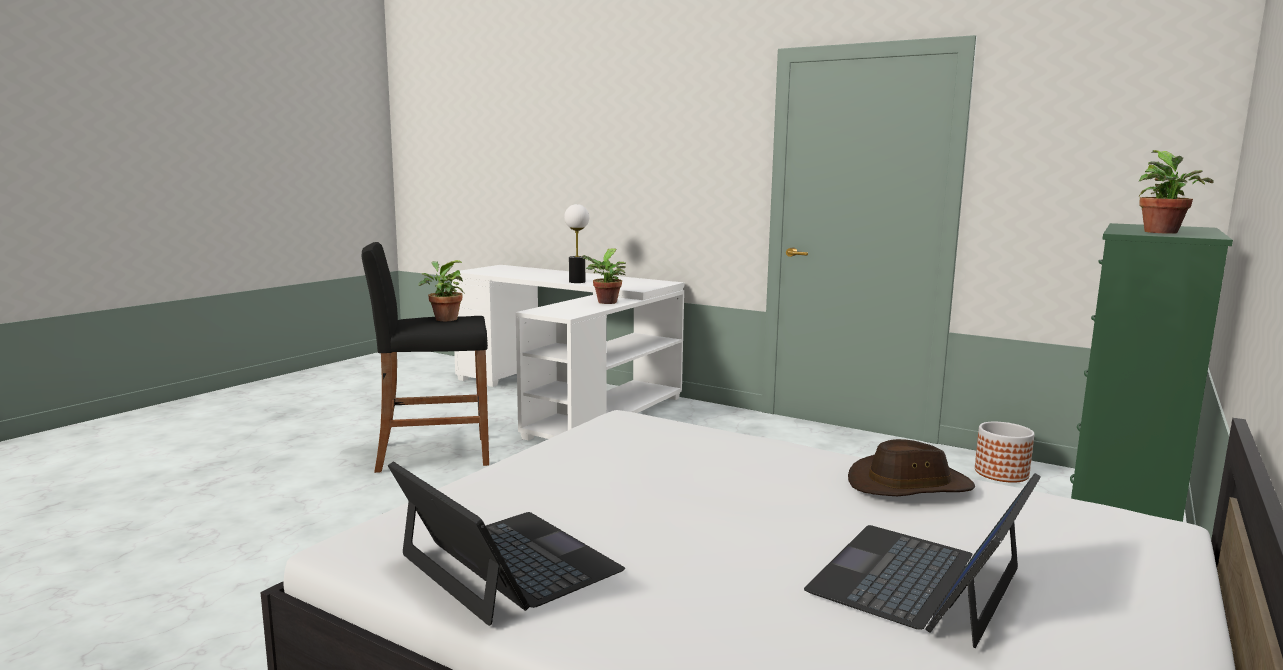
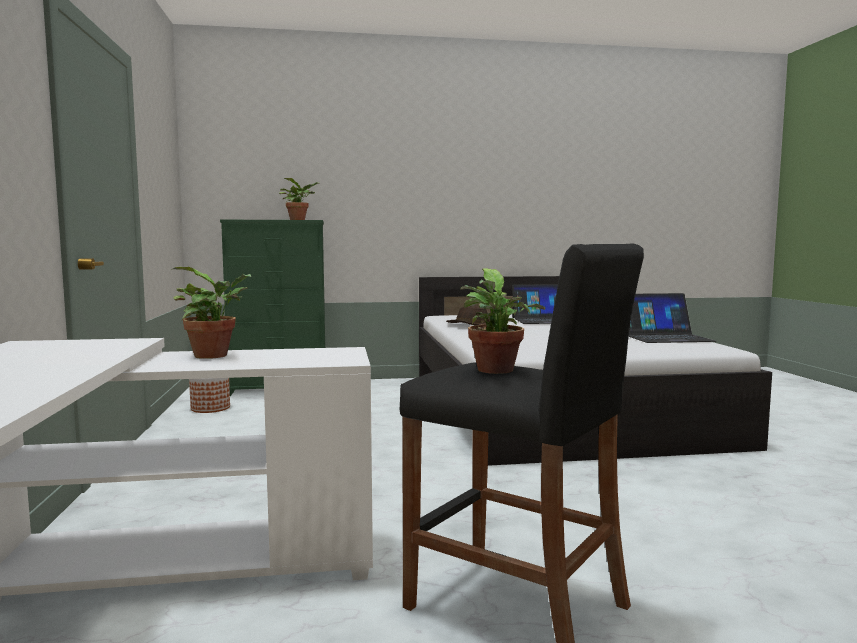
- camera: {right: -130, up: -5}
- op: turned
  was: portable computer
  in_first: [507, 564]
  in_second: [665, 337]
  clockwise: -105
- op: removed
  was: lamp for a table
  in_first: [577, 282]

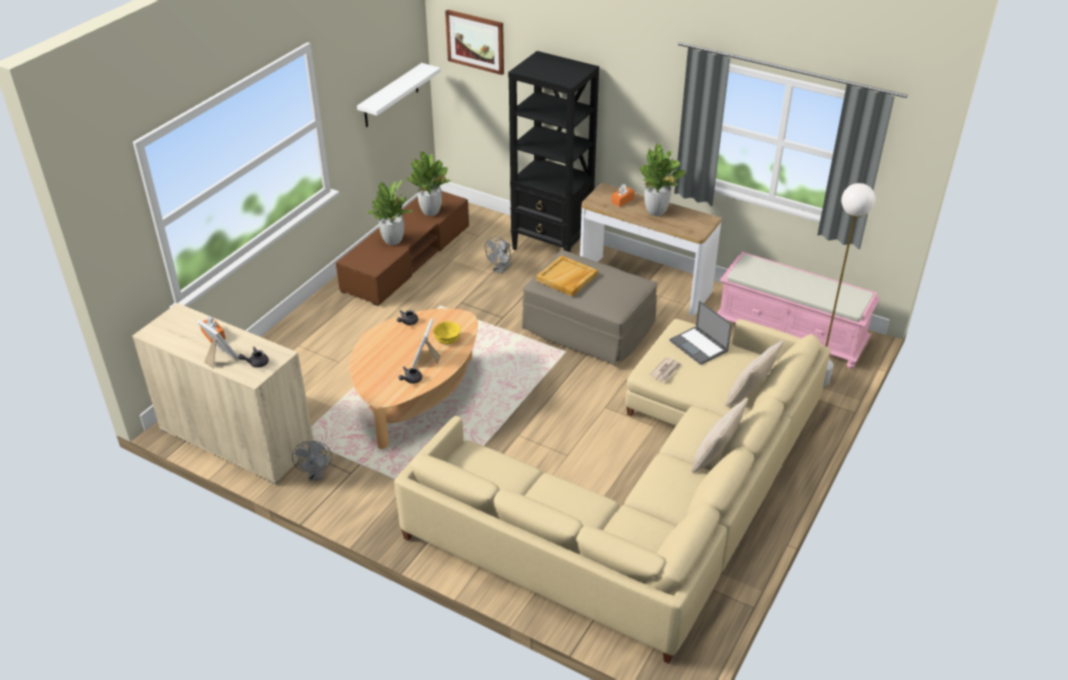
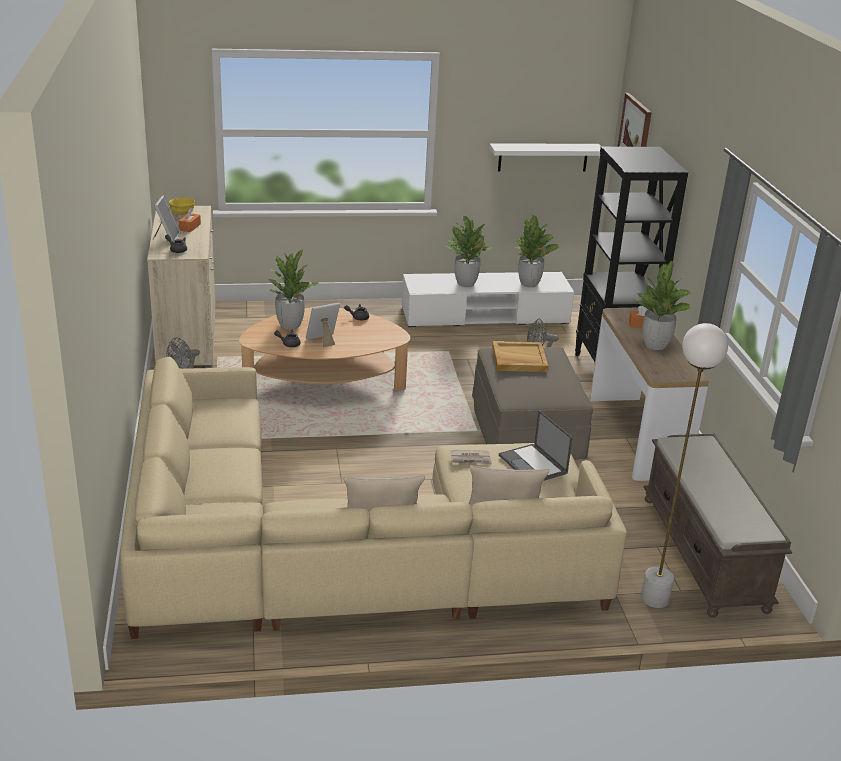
- camera: {right: 50, up: -10}
- op: moved
  was: yellowish deep dish
  in_first: [448, 340]
  in_second: [182, 213]
- op: added
  now: houseplant
  in_second: [290, 325]
- op: recoloured
  was: brownish tv stand
  now: white tv stand
  in_first: [407, 258]
  in_second: [485, 315]
- op: turned
  was: portable computer
  in_first: [699, 346]
  in_second: [533, 464]
  clockwise: -45
- op: recoloured
  was: pinkish indoor bench
  now: brownish indoor bench
  in_first: [791, 333]
  in_second: [705, 553]

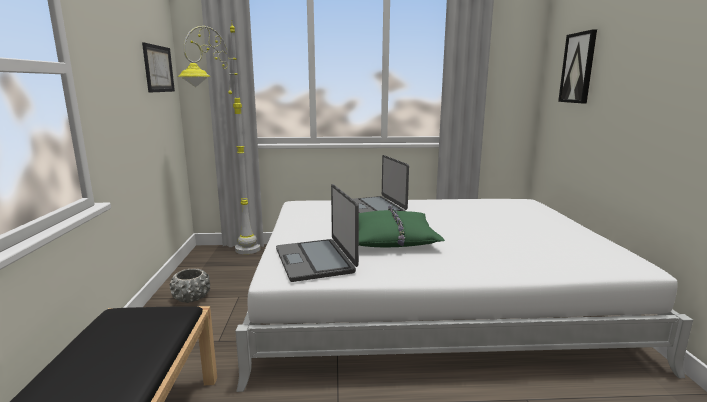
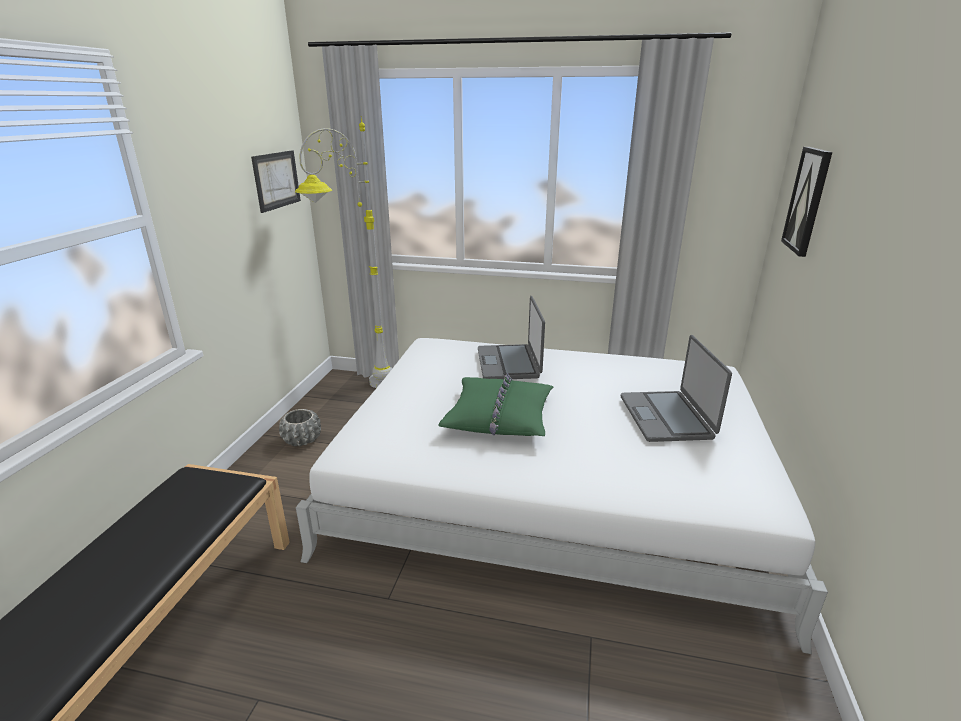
- camera: {right: 15, up: 10}
- op: moved
  was: portable computer
  in_first: [316, 260]
  in_second: [667, 417]

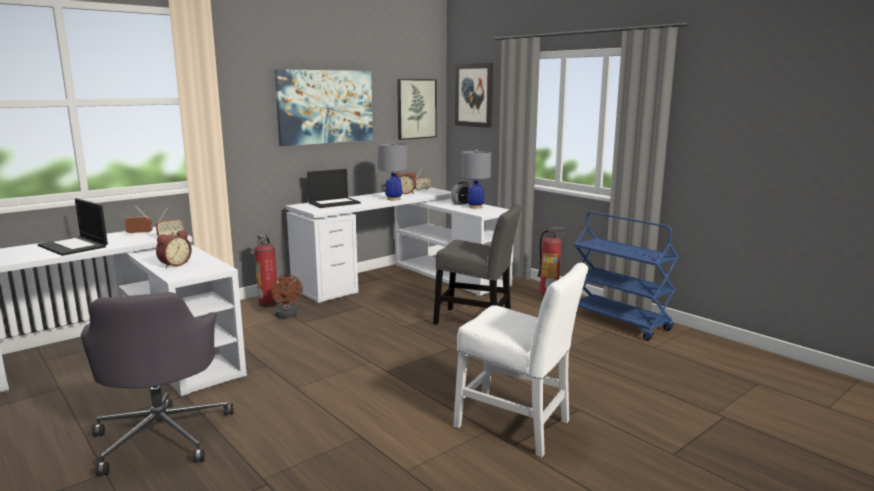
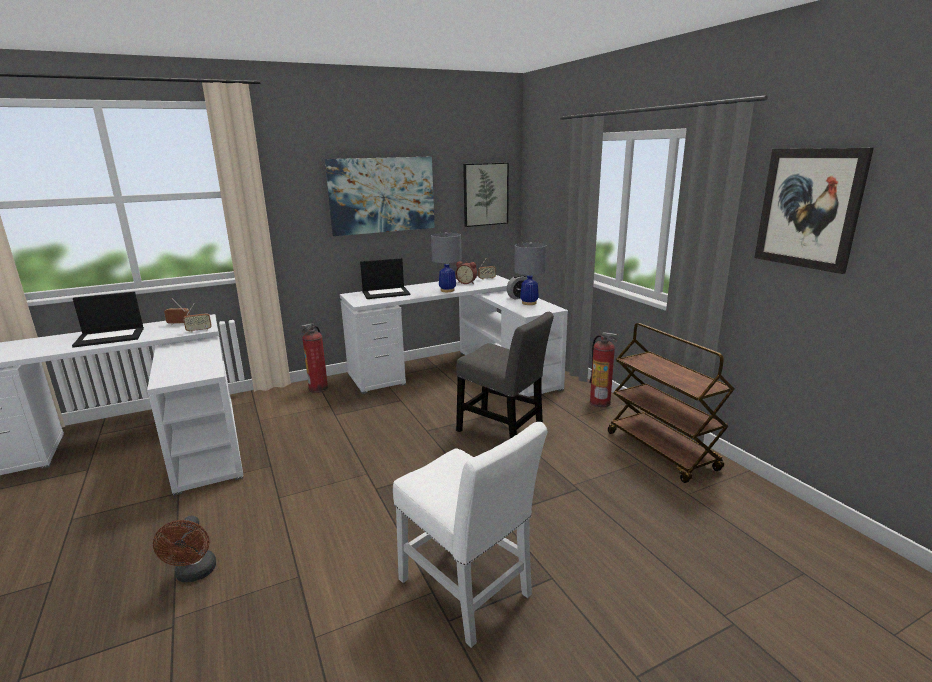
- camera: {right: 15, up: 5}
- op: turned
  was: portable computer
  in_first: [74, 246]
  in_second: [111, 337]
  clockwise: -75
- op: moved
  was: brownish cooling fan
  in_first: [287, 315]
  in_second: [194, 574]
- op: recoloured
  was: blue-coloured trolley
  now: brownish trolley
  in_first: [619, 322]
  in_second: [662, 451]
- op: moved
  was: picture
  in_first: [474, 95]
  in_second: [809, 208]
- op: removed
  was: greyish computer chair
  in_first: [163, 435]
- op: removed
  was: table clock
  in_first: [174, 264]

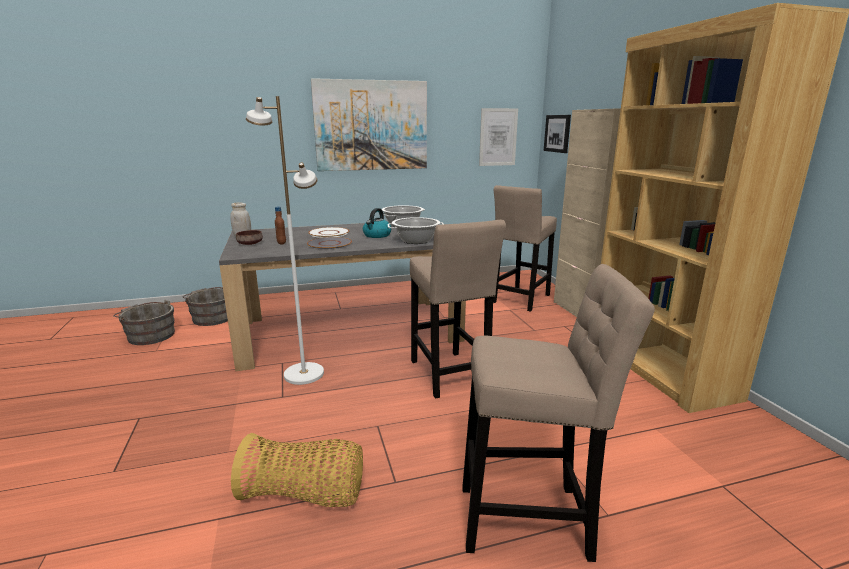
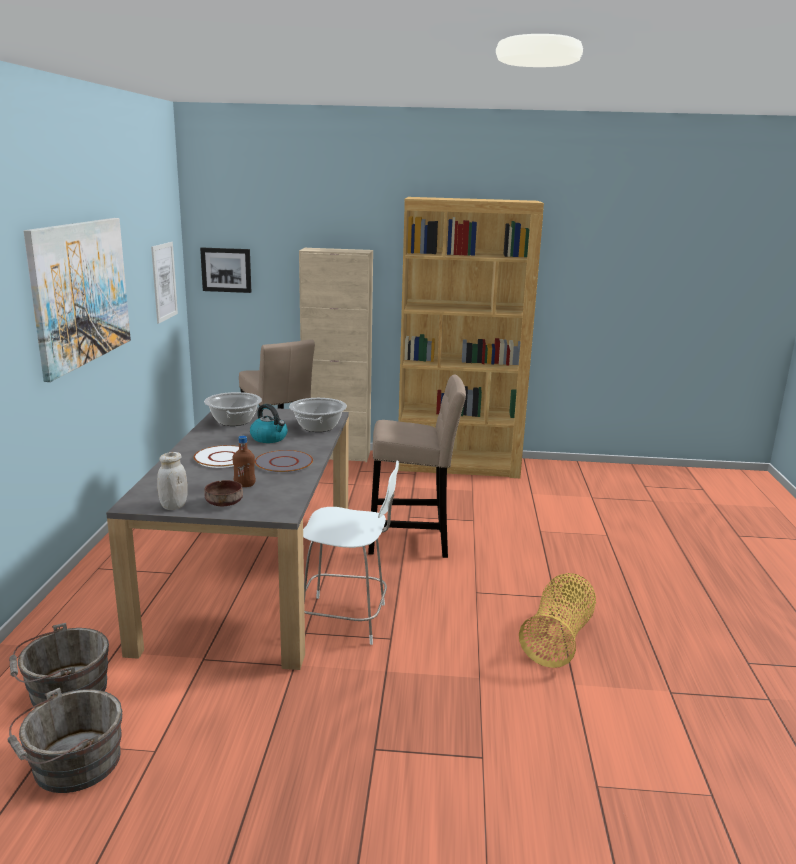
- camera: {right: -70, up: 0}
- op: replaced
  was: white standard lamp
  now: white upright chair
  in_first: [303, 374]
  in_second: [347, 620]
- op: removed
  was: sand-coloured sitting stool
  in_first: [532, 520]

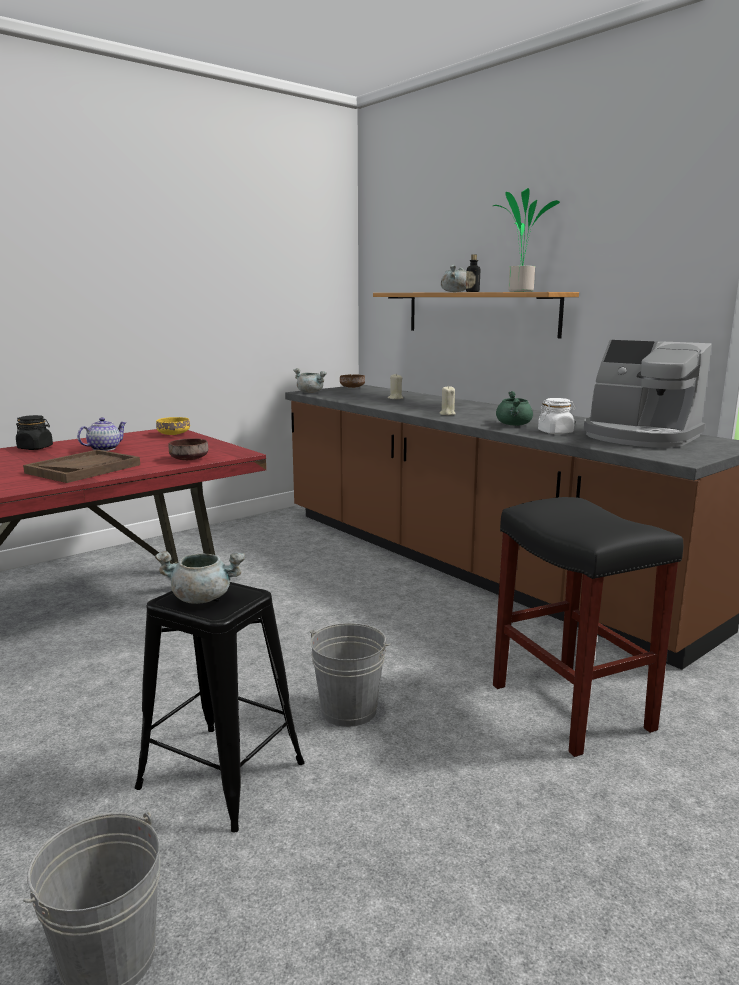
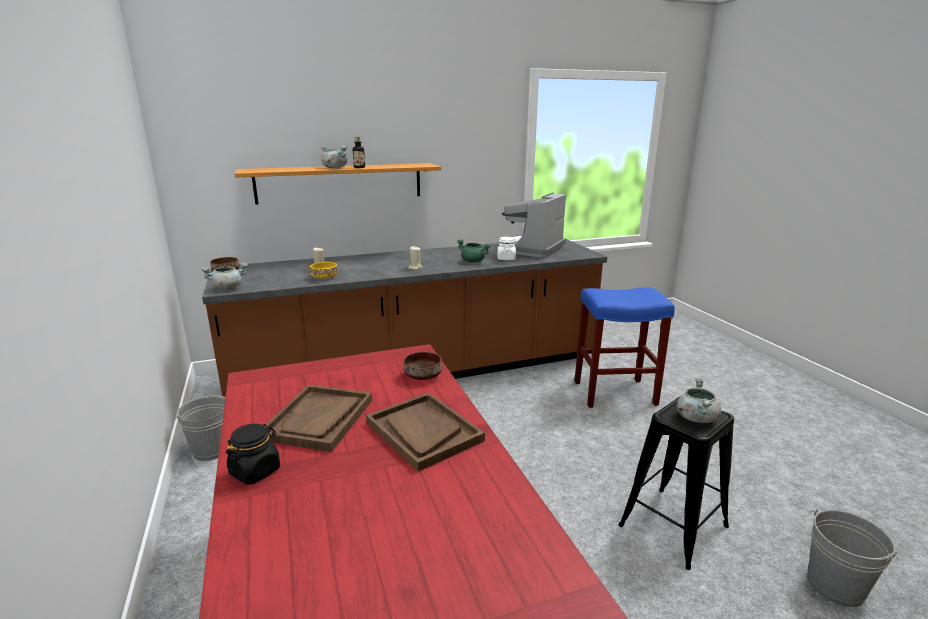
- camera: {right: -70, up: 5}
- op: moved
  was: greyish pail
  in_first: [349, 710]
  in_second: [211, 450]
- op: replaced
  was: tea pot
  now: brownish tray
  in_first: [104, 448]
  in_second: [319, 419]
- op: moved
  was: yellowish deep dish
  in_first: [173, 434]
  in_second: [324, 277]
- op: turned
  was: coffee maker
  in_first: [639, 437]
  in_second: [531, 249]
  clockwise: 150
- op: recoloured
  was: black sitting stool
  now: blue-coloured sitting stool
  in_first: [573, 708]
  in_second: [615, 392]
- op: removed
  was: houseplant
  in_first: [519, 291]

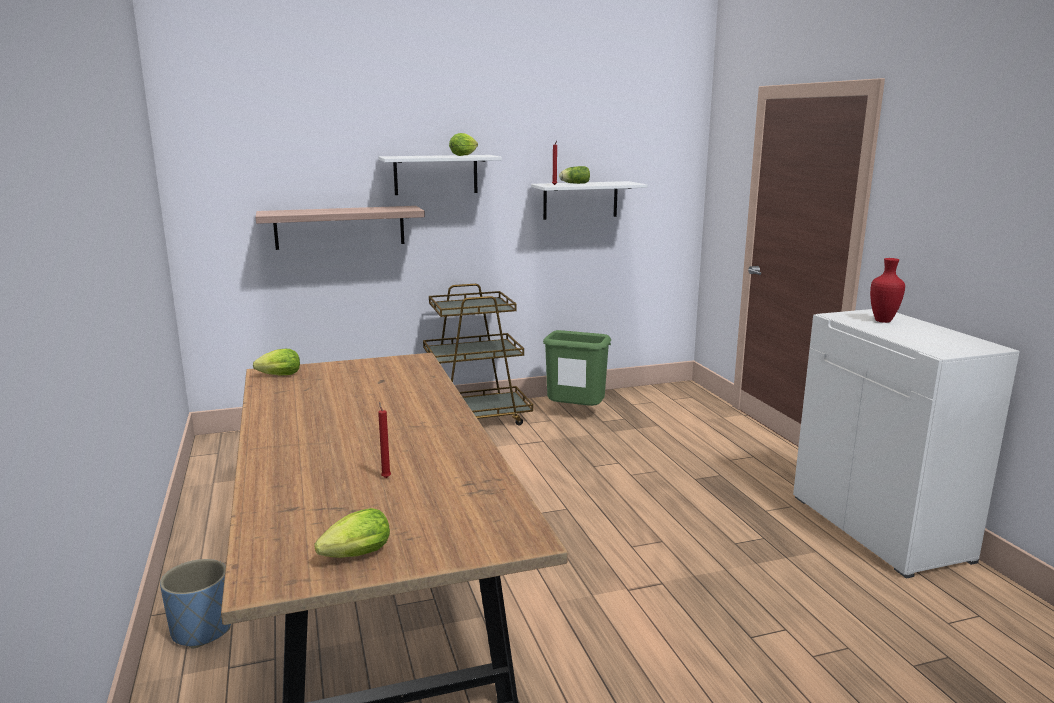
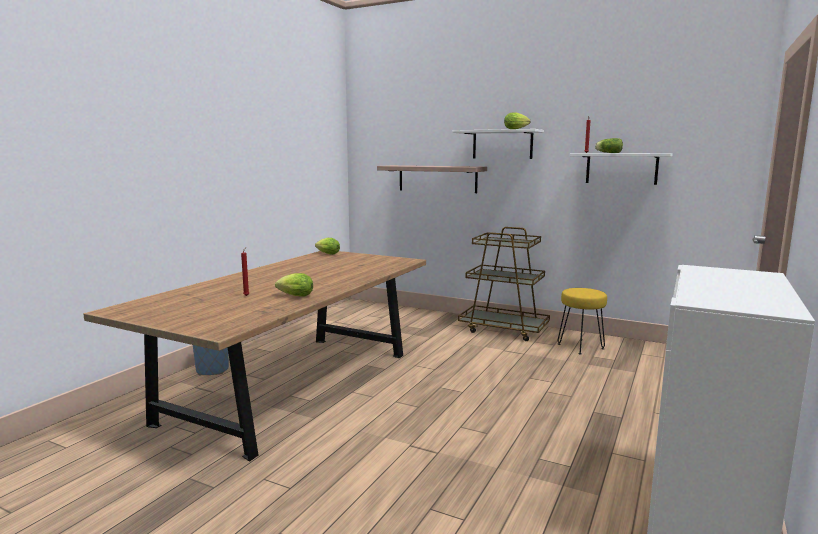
- camera: {right: 45, up: -5}
- op: moved
  was: lettuce
  in_first: [353, 557]
  in_second: [294, 296]
- op: replaced
  was: green-coloured waste bin
  now: yellowish sitting stool
  in_first: [575, 414]
  in_second: [580, 346]
- op: removed
  was: red decorative vase
  in_first: [884, 321]

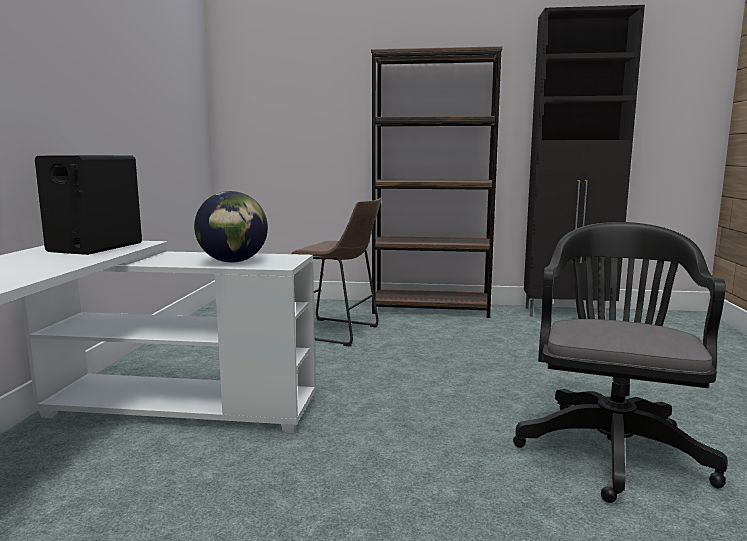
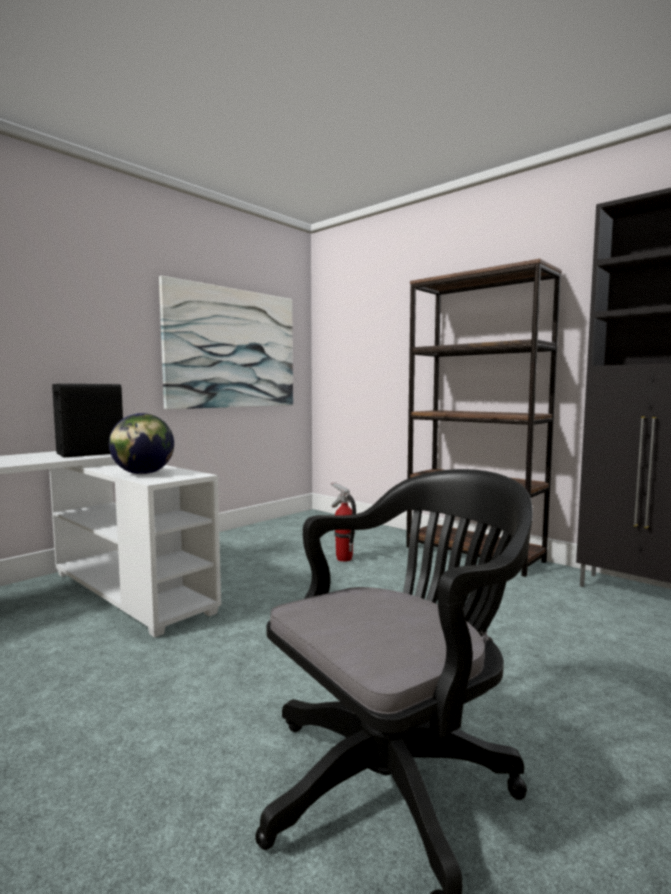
- camera: {right: 35, up: -5}
- op: added
  now: picture
  in_second: [232, 348]
- op: replaced
  was: brownish sitting stool
  now: extinguisher
  in_first: [338, 333]
  in_second: [343, 559]

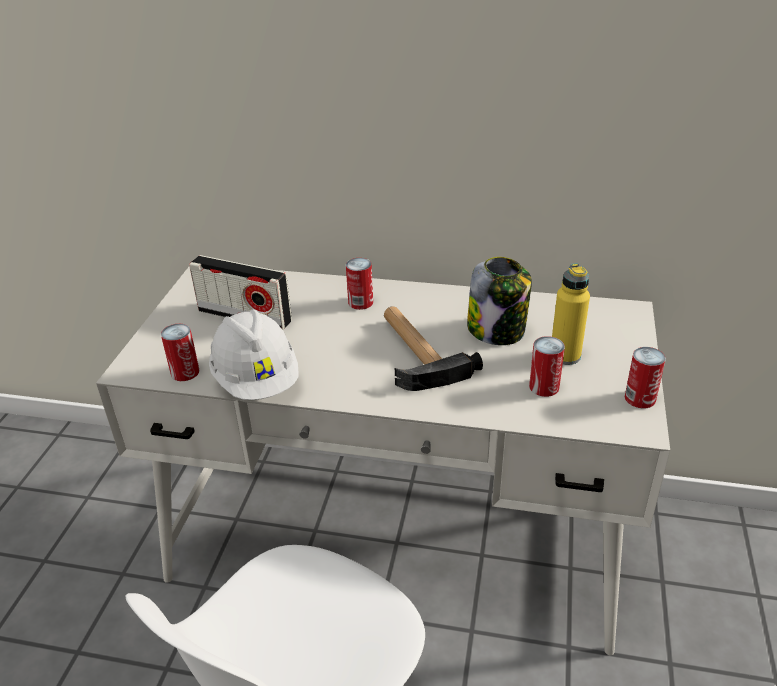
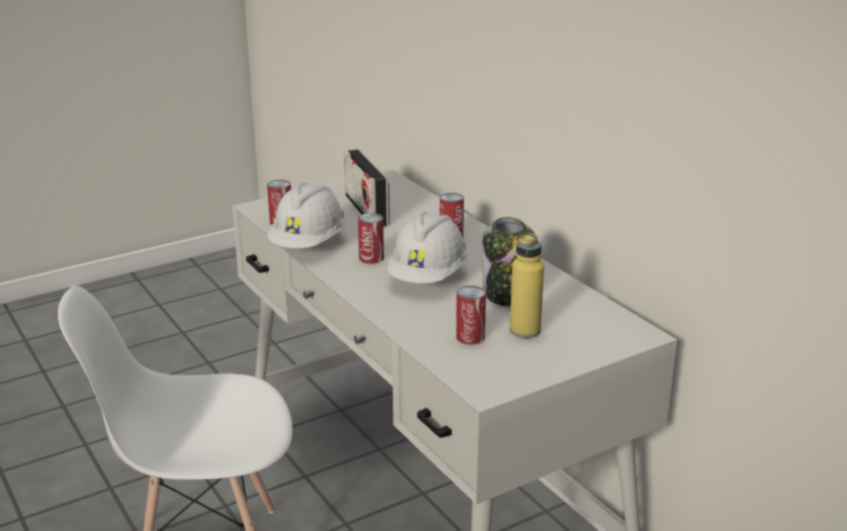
- camera: {right: 45, up: -10}
- op: moved
  was: can
  in_first: [640, 398]
  in_second: [371, 258]
- op: replaced
  was: hammer
  now: white hard hat
  in_first: [415, 352]
  in_second: [428, 277]

